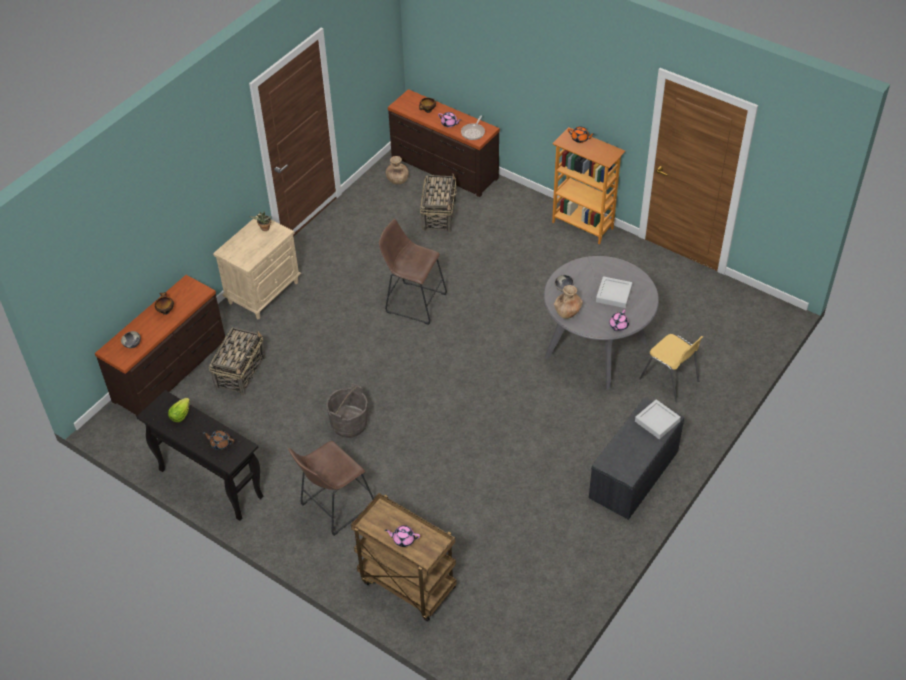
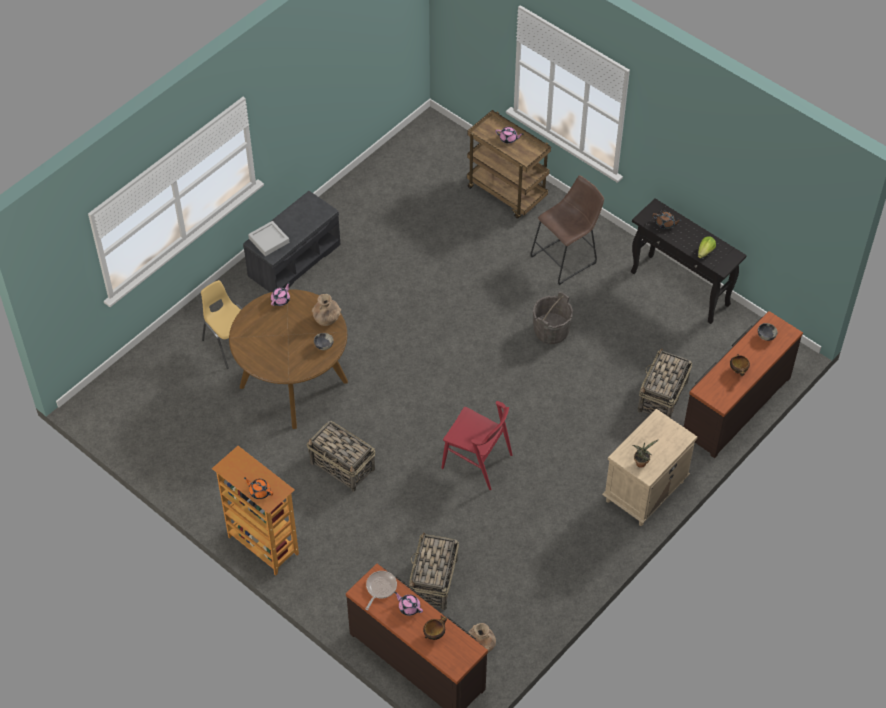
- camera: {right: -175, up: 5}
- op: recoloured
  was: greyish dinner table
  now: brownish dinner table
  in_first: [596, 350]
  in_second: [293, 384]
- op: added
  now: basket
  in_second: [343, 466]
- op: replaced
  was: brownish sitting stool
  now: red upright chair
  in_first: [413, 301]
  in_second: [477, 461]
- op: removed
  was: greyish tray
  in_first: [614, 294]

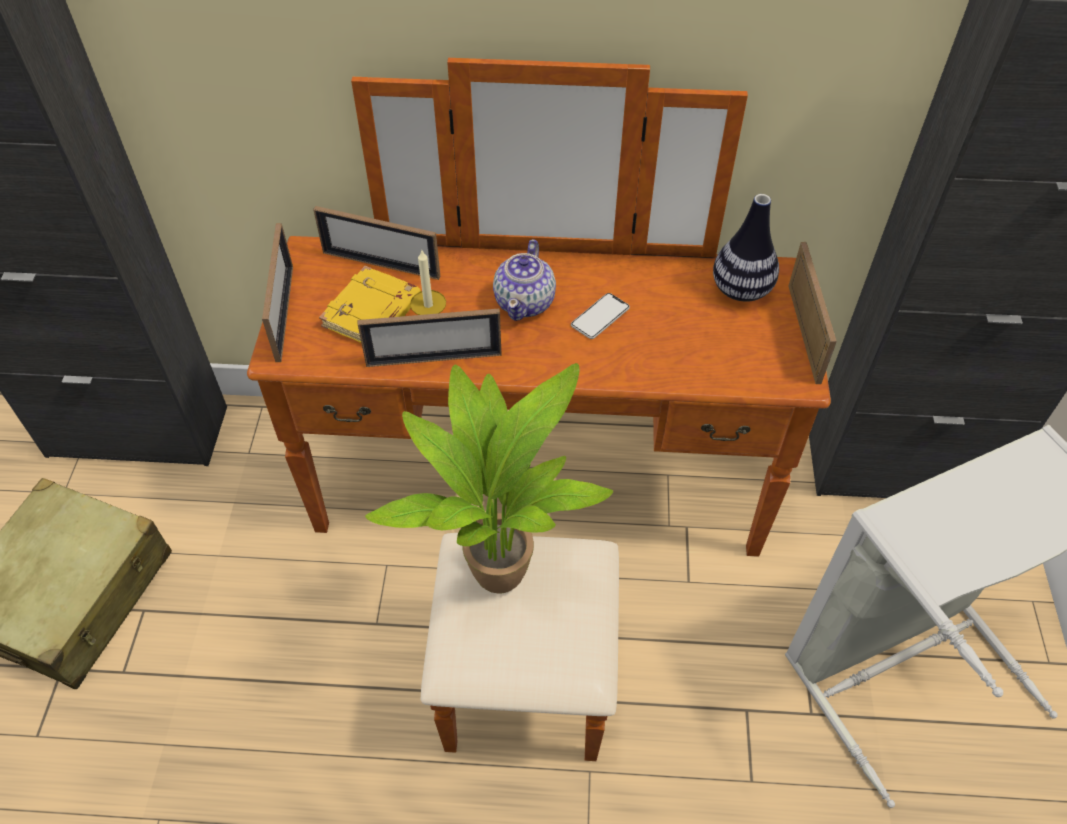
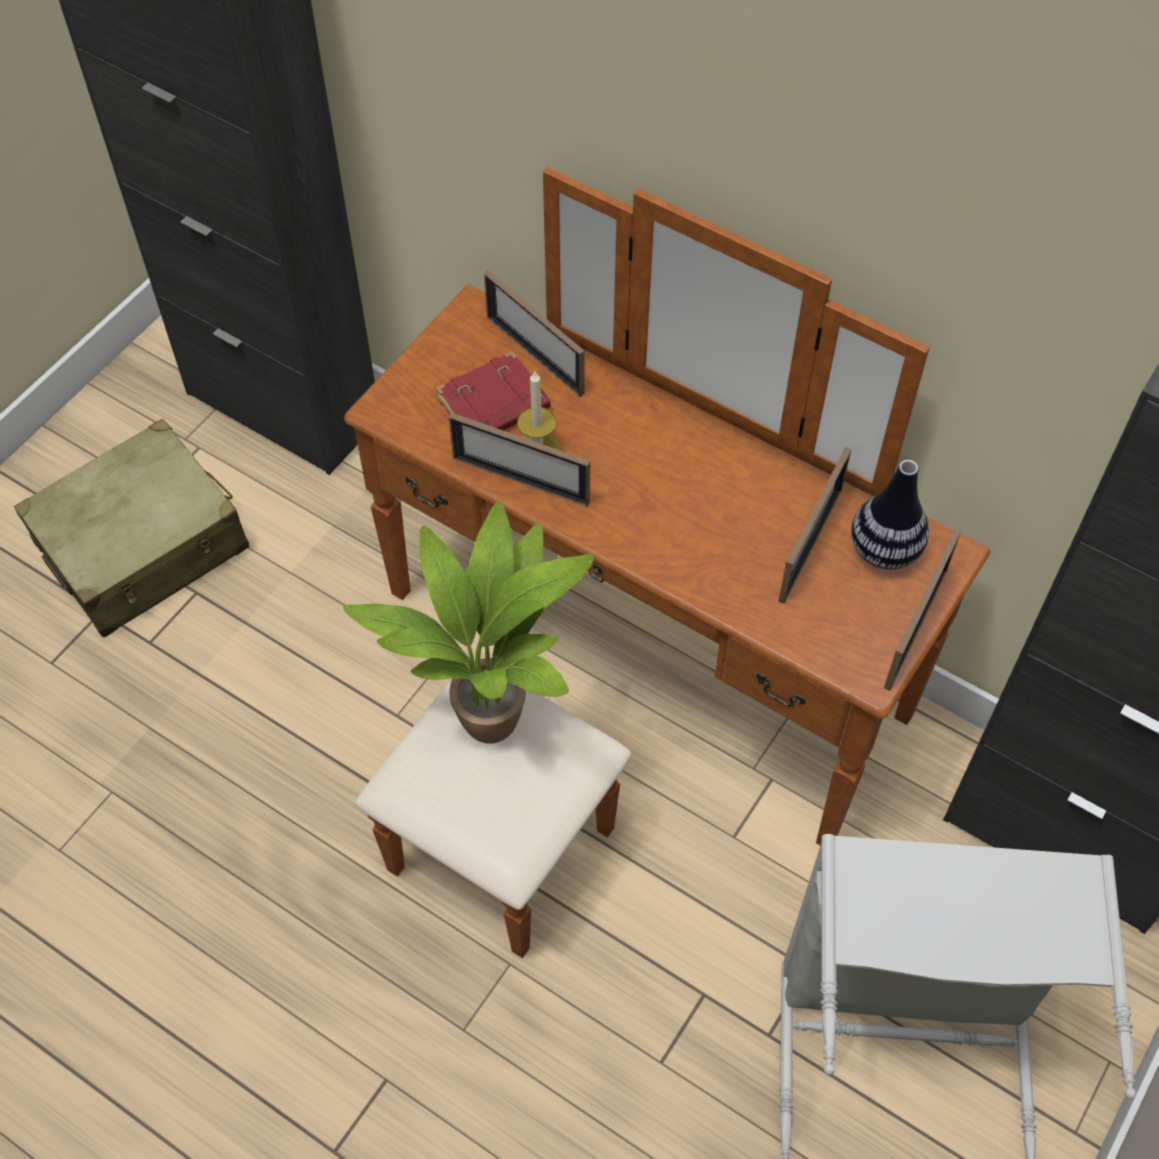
- camera: {right: 30, up: 5}
- op: recoloured
  was: yellowish book
  now: red book
  in_first: [373, 314]
  in_second: [493, 406]
- op: moved
  was: photo frame
  in_first: [284, 312]
  in_second: [810, 545]
- op: removed
  was: tea pot
  in_first: [525, 302]
- op: removed
  was: phone
  in_first: [600, 317]

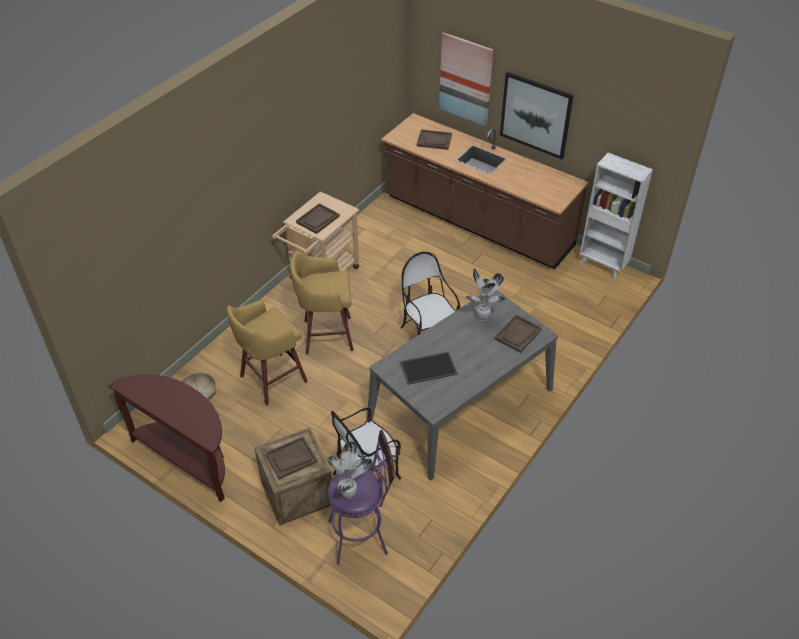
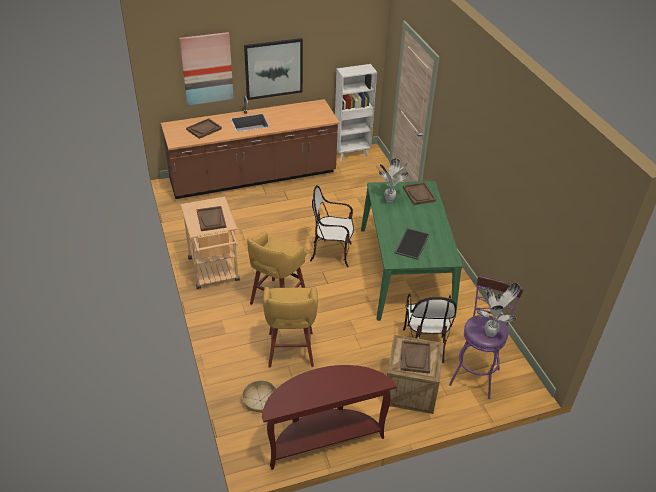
- camera: {right: -55, up: -5}
- op: recoloured
  was: greyish dinner table
  now: green-coloured dinner table
  in_first: [461, 404]
  in_second: [405, 270]

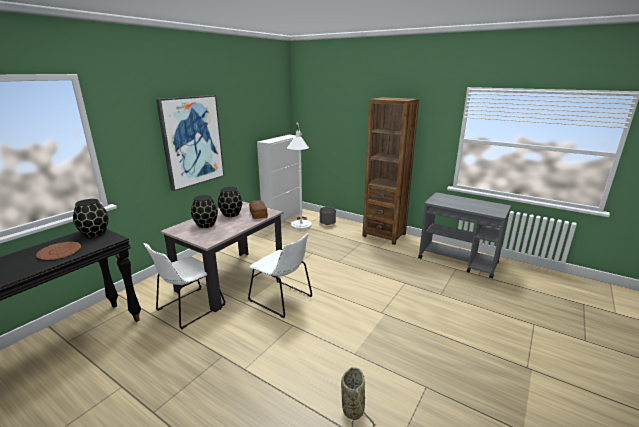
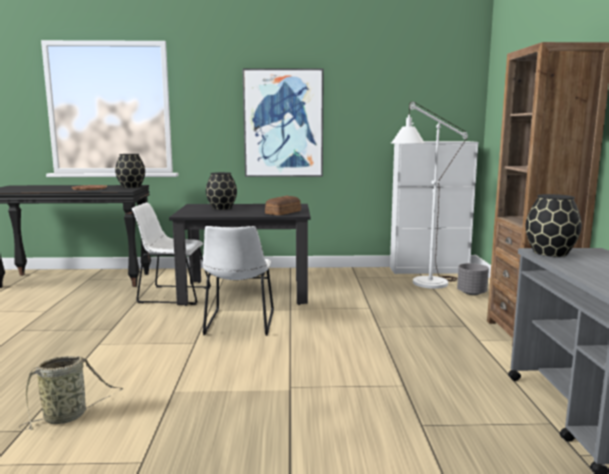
- camera: {right: 55, up: -10}
- op: recoloured
  was: sand-coloured dinner table
  now: black dinner table
  in_first: [231, 279]
  in_second: [245, 292]
- op: moved
  was: black decorative vase
  in_first: [231, 214]
  in_second: [549, 252]

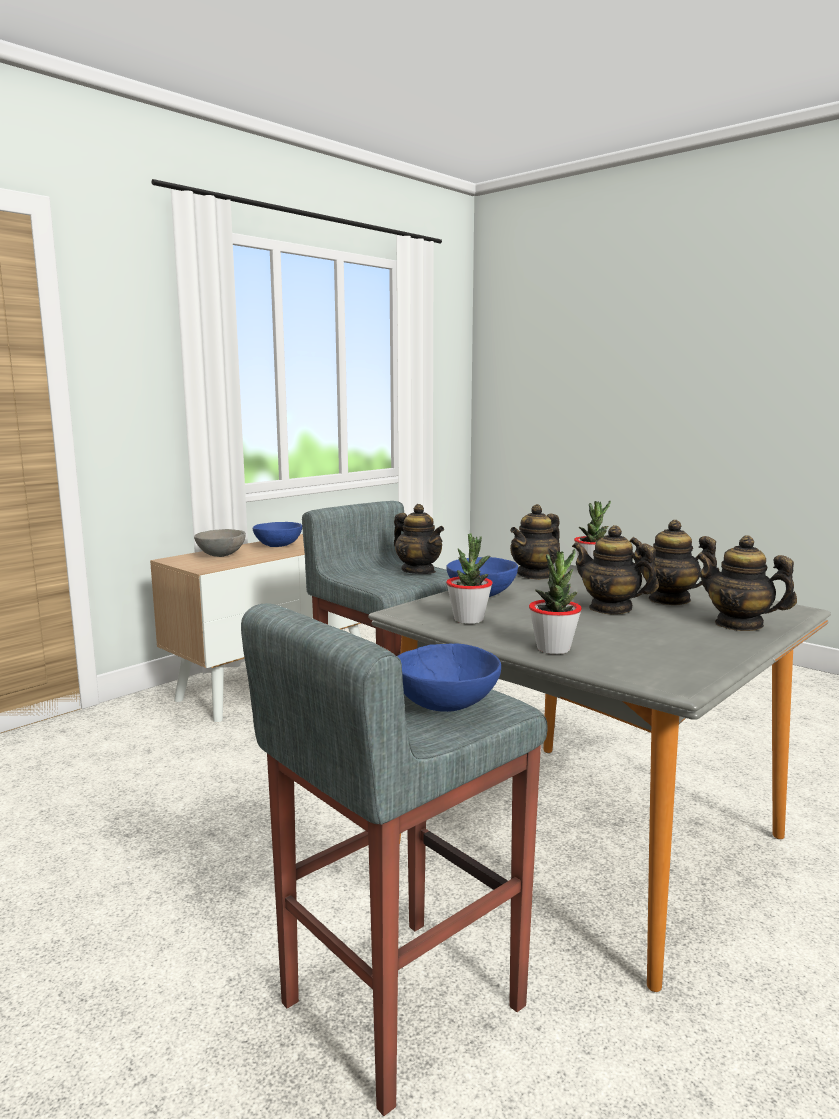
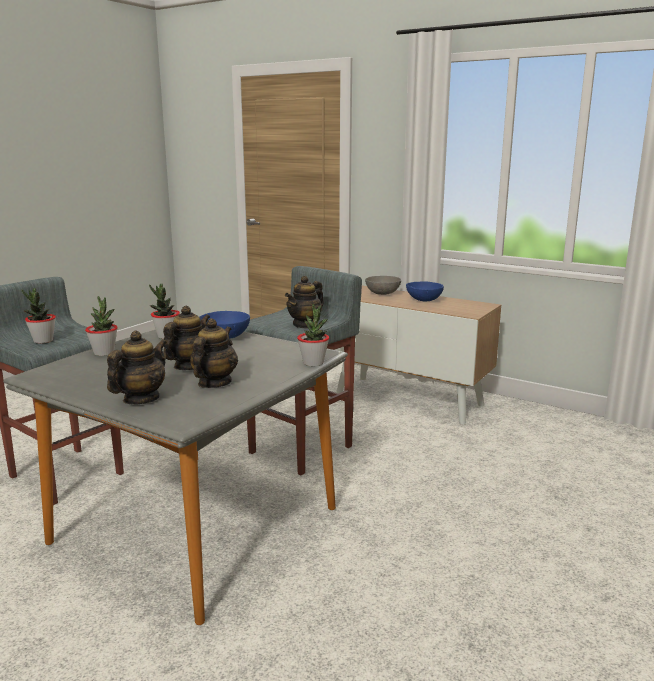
- camera: {right: 80, up: 5}
- op: replaced
  was: blue-coloured deep dish
  now: houseplant
  in_first: [445, 705]
  in_second: [43, 341]
- op: removed
  was: tea pot
  in_first: [535, 575]

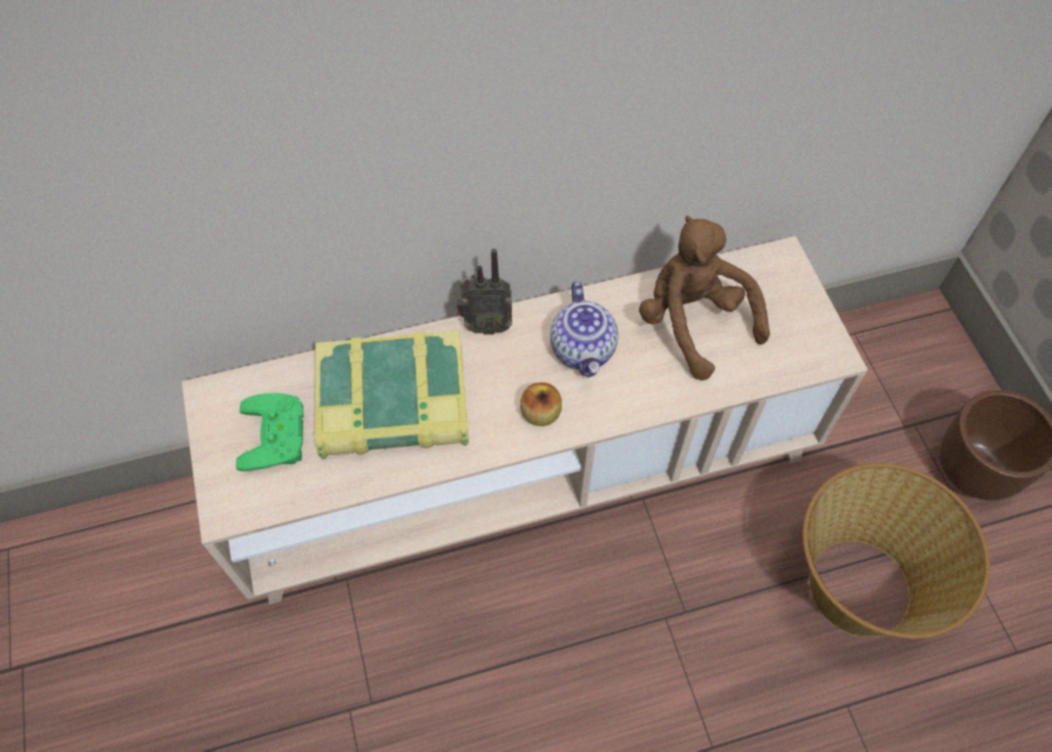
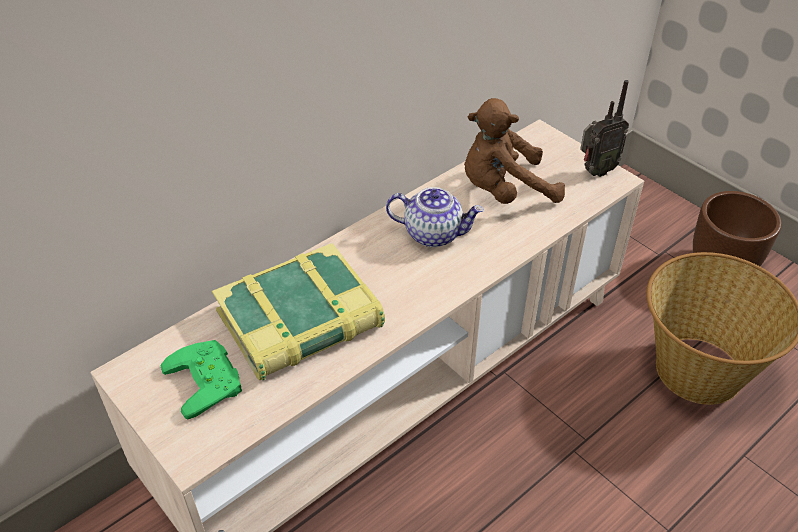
- camera: {right: -25, up: -15}
- op: turned
  was: tea pot
  in_first: [584, 350]
  in_second: [434, 233]
  clockwise: -45
- op: turned
  was: brownish cuddly toy
  in_first: [693, 322]
  in_second: [504, 191]
  clockwise: -45
- op: moved
  was: radio receiver
  in_first: [485, 325]
  in_second: [595, 171]
- op: removed
  was: apple fruit
  in_first: [540, 413]

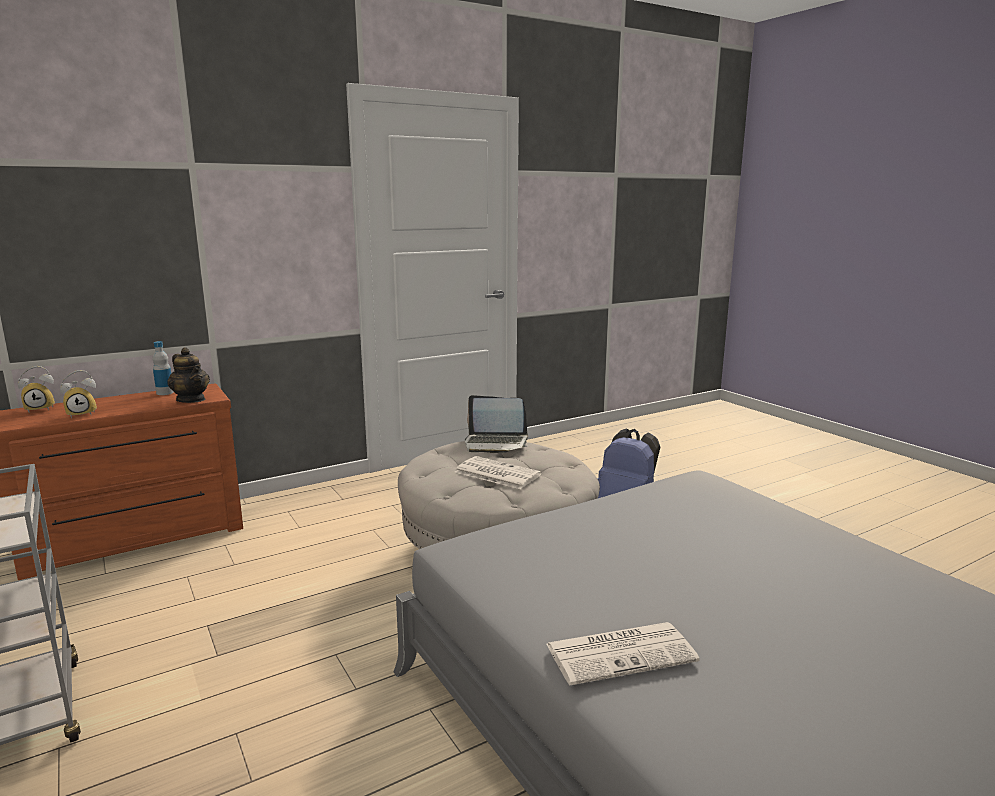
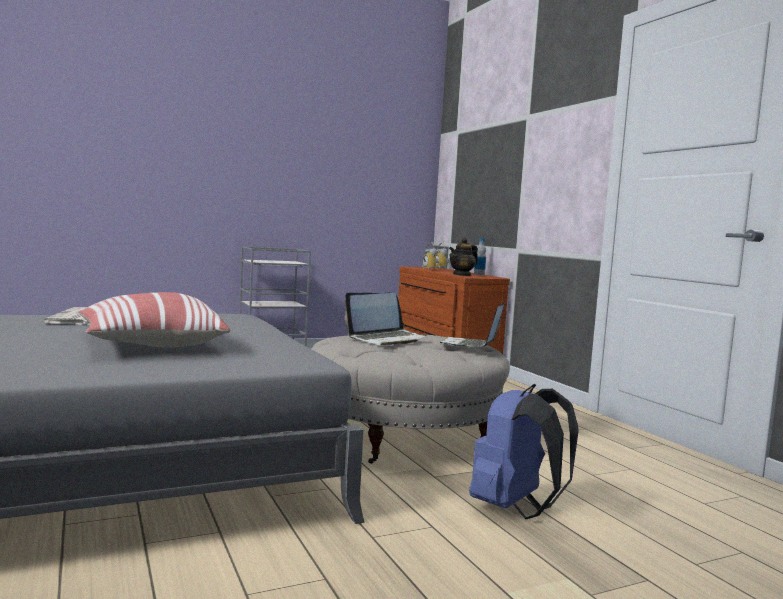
- camera: {right: 95, up: -10}
- op: added
  now: throw pillow
  in_second: [150, 345]
- op: replaced
  was: daily paper
  now: portable computer
  in_first: [496, 473]
  in_second: [386, 339]

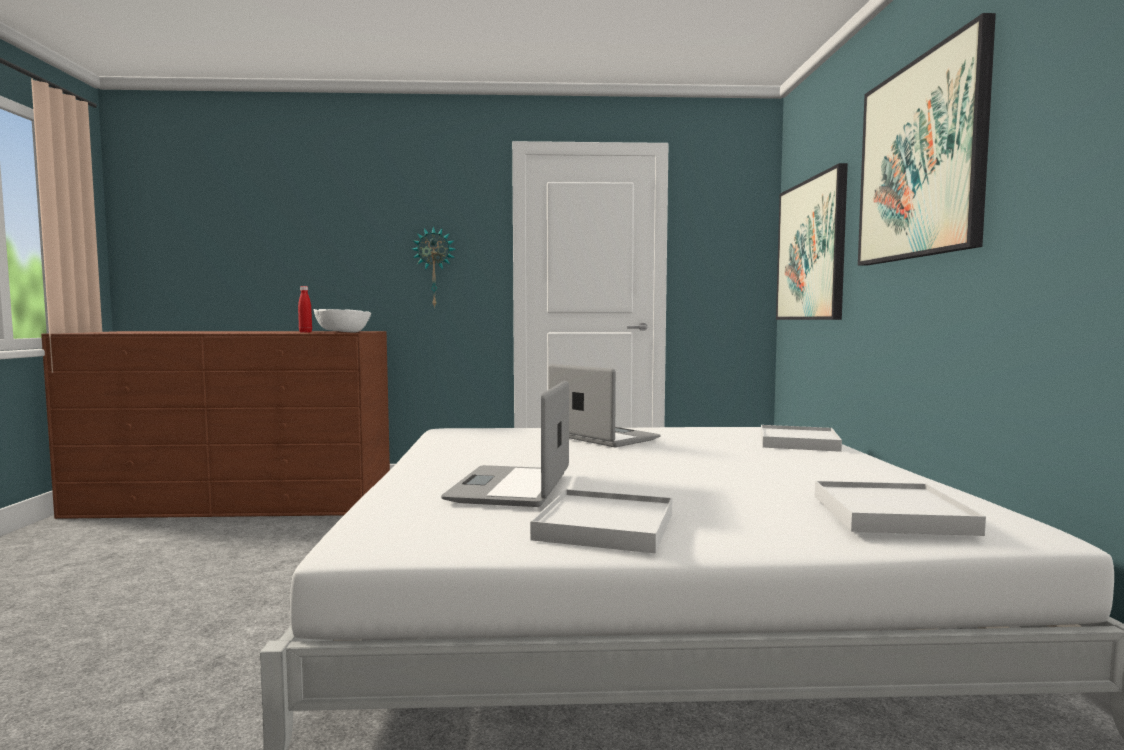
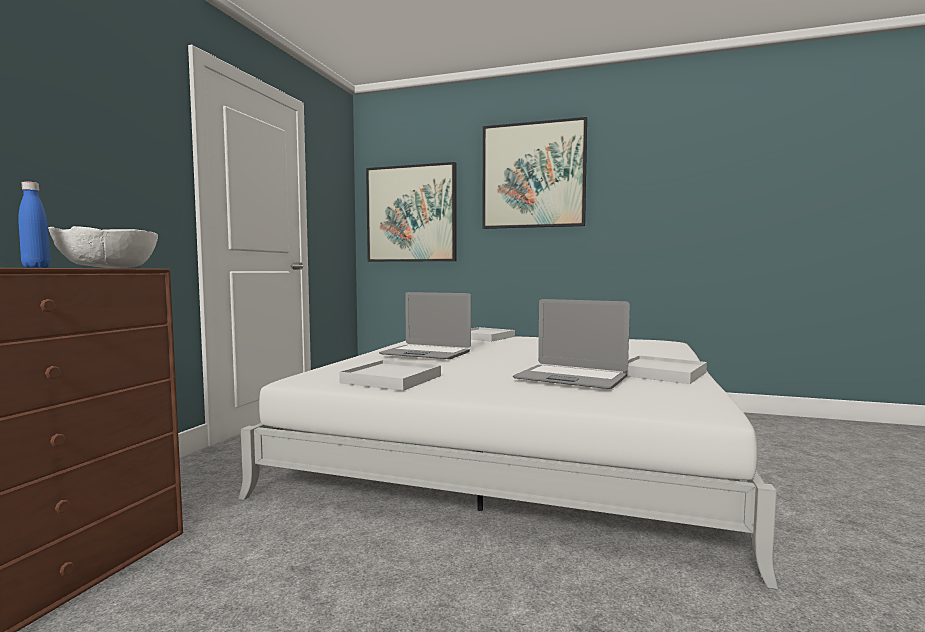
- camera: {right: -70, up: 0}
- op: recoloured
  was: red drink bottle
  now: blue-coloured drink bottle
  in_first: [305, 332]
  in_second: [36, 267]
- op: moved
  was: white tray
  in_first: [891, 514]
  in_second: [392, 379]
- op: turned
  was: portable computer
  in_first: [602, 437]
  in_second: [426, 353]
  clockwise: -135
- op: removed
  was: clock on the wall
  in_first: [434, 267]

